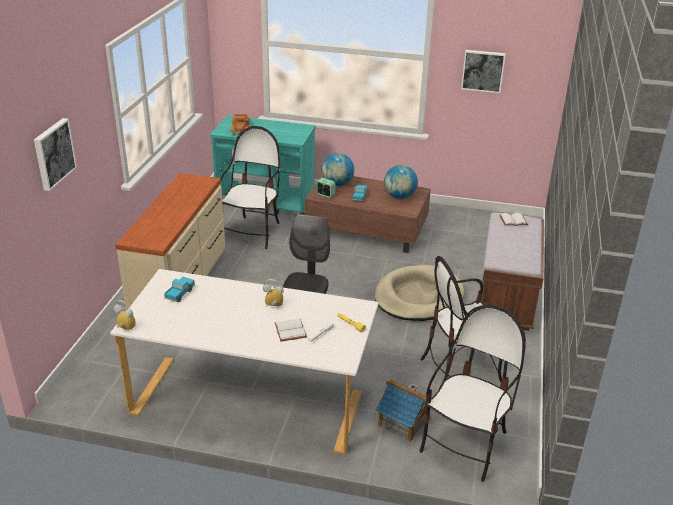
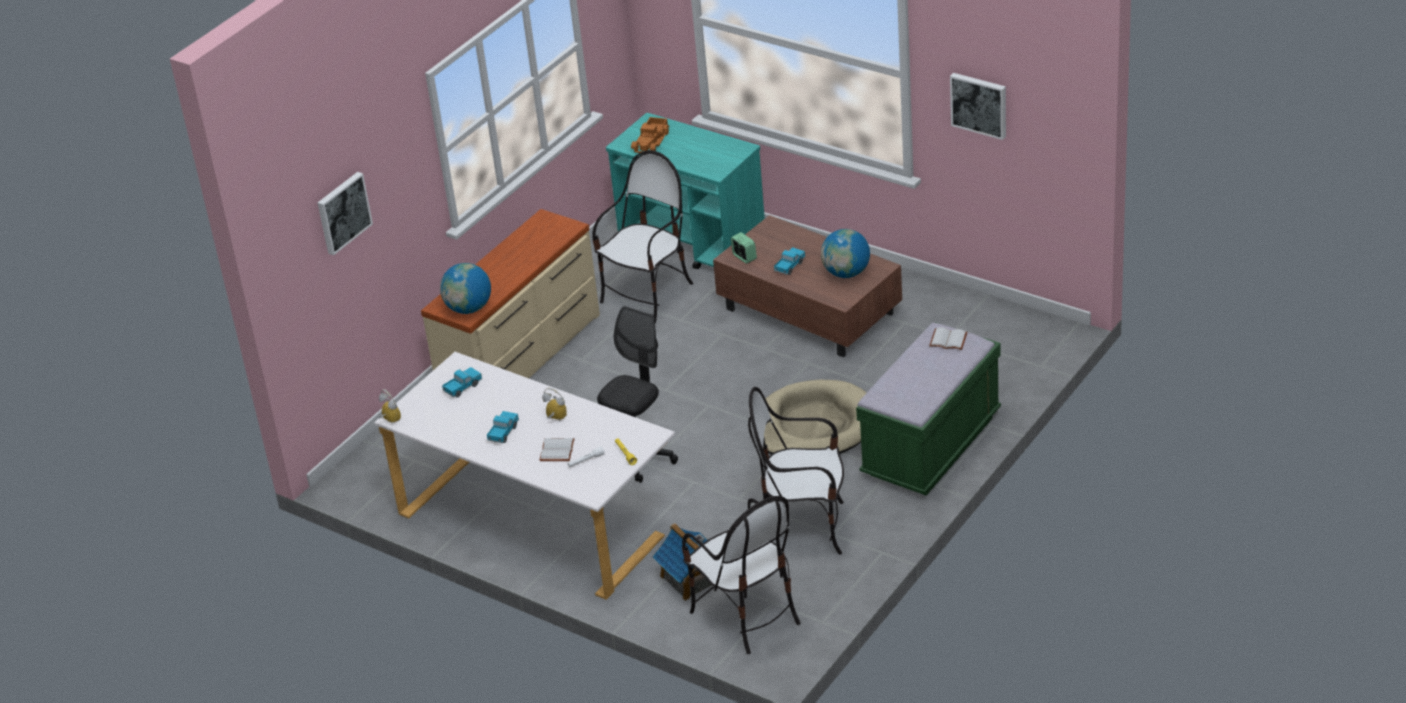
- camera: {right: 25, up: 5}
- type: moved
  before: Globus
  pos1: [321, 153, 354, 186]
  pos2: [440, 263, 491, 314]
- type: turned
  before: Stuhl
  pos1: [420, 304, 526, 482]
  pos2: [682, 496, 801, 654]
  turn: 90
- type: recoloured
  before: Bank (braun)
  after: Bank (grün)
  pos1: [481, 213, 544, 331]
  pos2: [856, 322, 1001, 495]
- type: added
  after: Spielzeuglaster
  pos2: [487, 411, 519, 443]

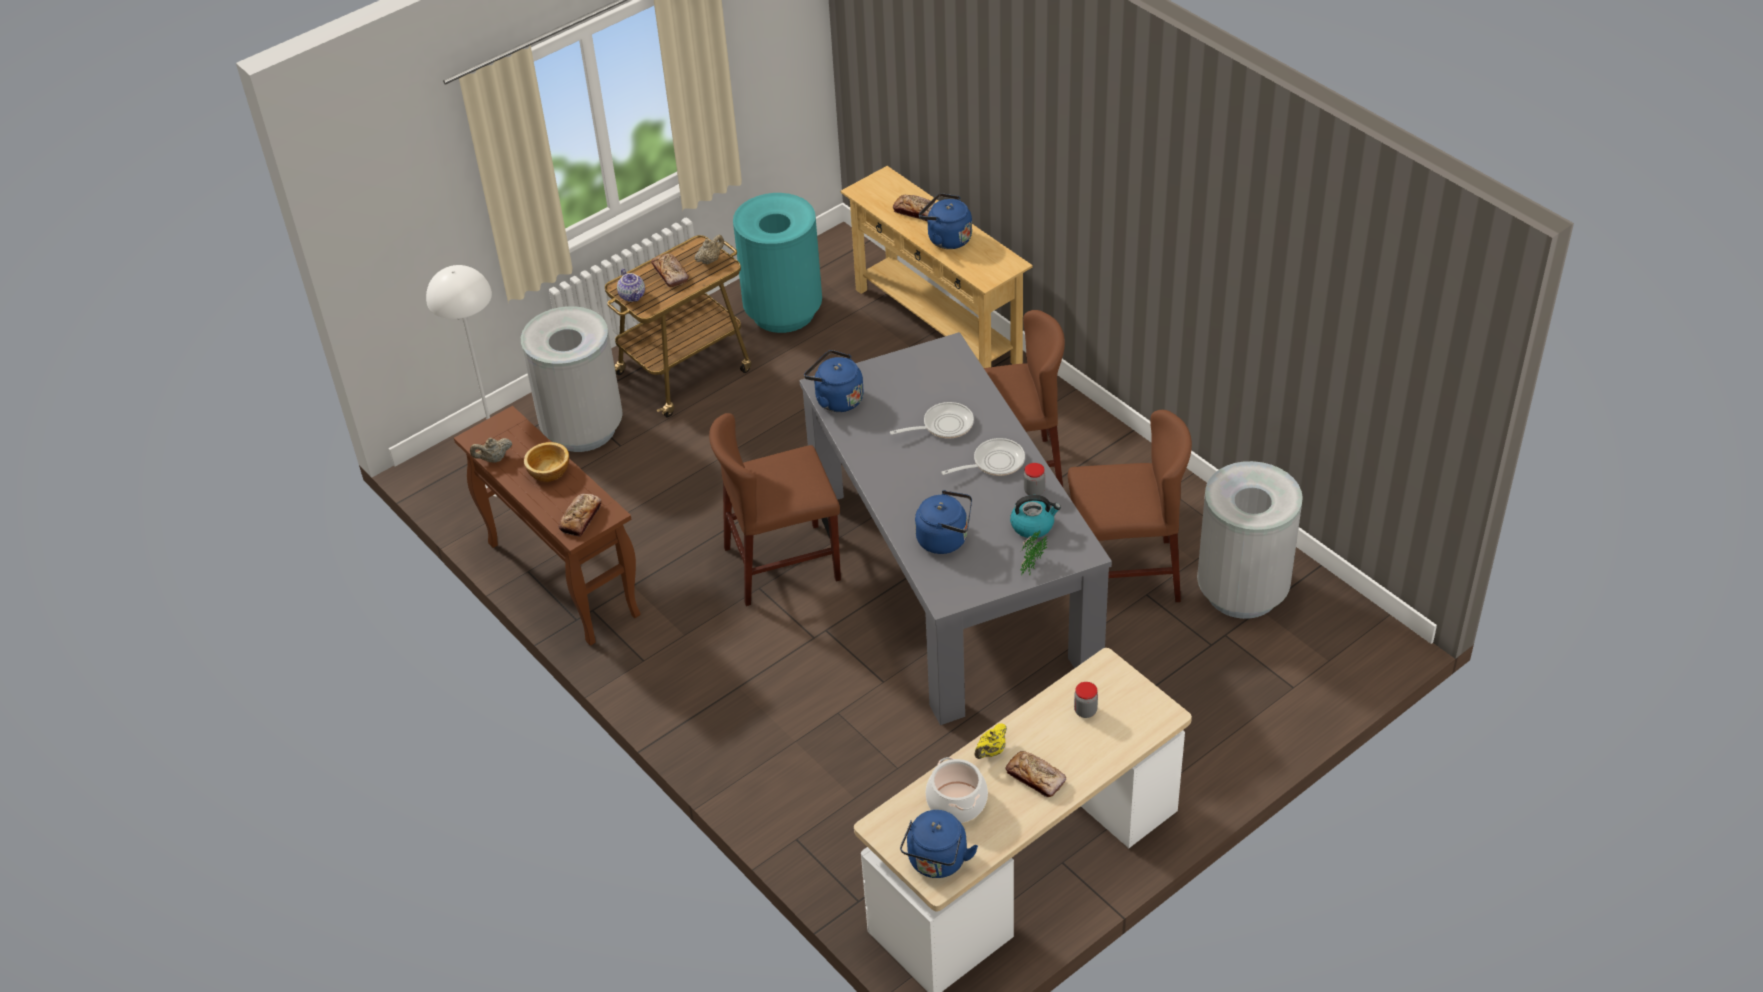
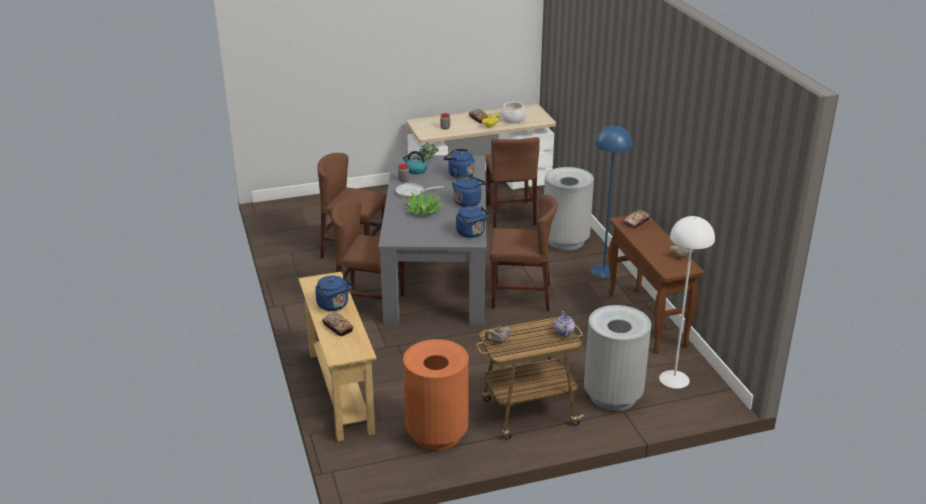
- camera: {right: -160, up: -15}
- type: removed
  before: Schüssel
  pos1: [524, 442, 569, 482]
- type: removed
  before: Brot
  pos1: [651, 253, 689, 288]
- type: recoloured
  before: Mülleimer (türkis)
  after: Mülleimer (orange)
  pos1: [733, 193, 822, 333]
  pos2: [403, 339, 469, 450]
- type: replaced
  before: Pfanne
  after: Topfpflanze
  pos1: [890, 402, 974, 439]
  pos2: [405, 191, 444, 216]
- type: moved
  before: Wasserkessel (blau)
  pos1: [900, 810, 978, 878]
  pos2: [452, 175, 486, 207]
- type: moved
  before: Mülleimer (grau)
  pos1: [1197, 461, 1303, 619]
  pos2: [544, 167, 594, 250]
- type: added
  after: Stuhl (braun)
  pos2: [485, 137, 540, 228]
- type: added
  after: Stehlampe (blau)
  pos2: [591, 126, 633, 278]

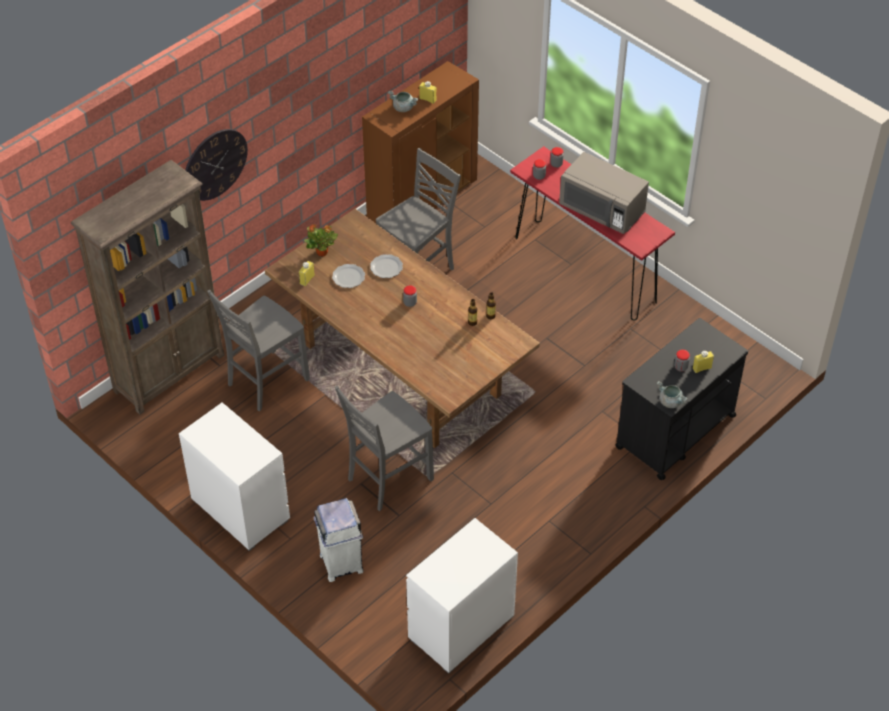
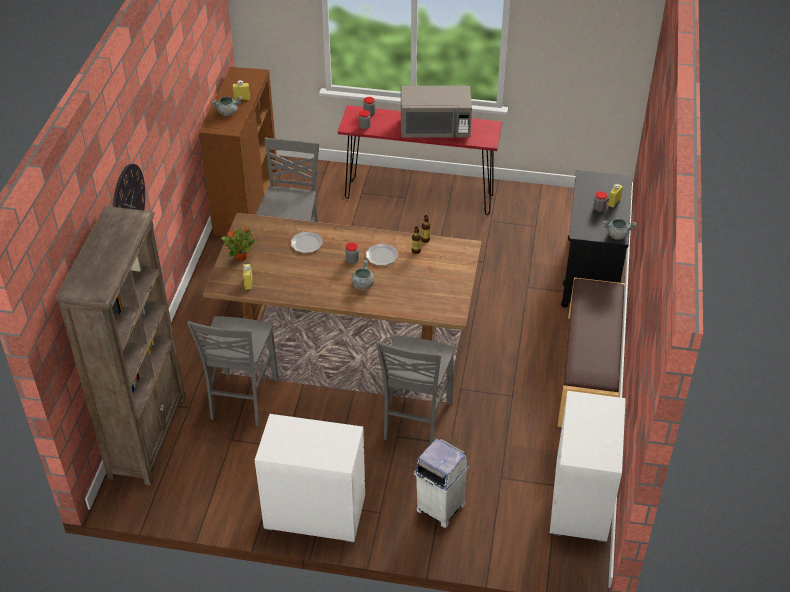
- camera: {right: -35, up: -5}
- type: moved
  before: Teller
  pos1: [332, 264, 365, 288]
  pos2: [366, 244, 398, 266]
- type: added
  after: Kochtopf (grau)
  pos2: [351, 260, 374, 289]
- type: added
  after: Bank (braun)
  pos2: [557, 277, 625, 427]

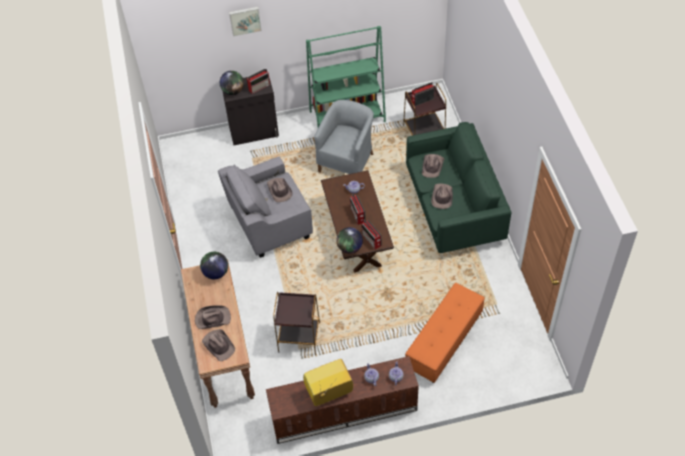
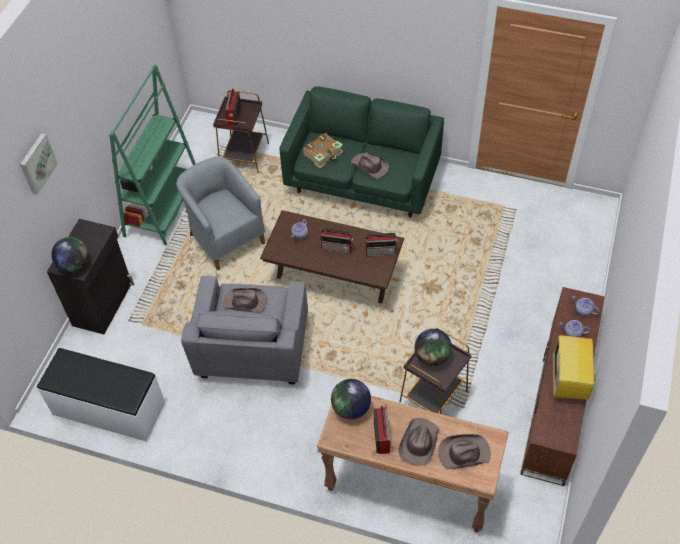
- camera: {right: -60, up: 0}
- type: moved
  before: Radio
  pos1: [247, 69, 270, 94]
  pos2: [374, 405, 390, 454]
- type: moved
  before: Globus
  pos1: [336, 227, 363, 254]
  pos2: [415, 329, 452, 366]
- type: removed
  before: Polsterhocker (orange)
  pos1: [405, 283, 485, 383]
- type: replaced
  before: Hut (braun)
  after: Buch
  pos1: [422, 154, 444, 178]
  pos2: [303, 133, 343, 169]
- type: added
  after: Bank (weiß)
  pos2: [37, 348, 165, 442]

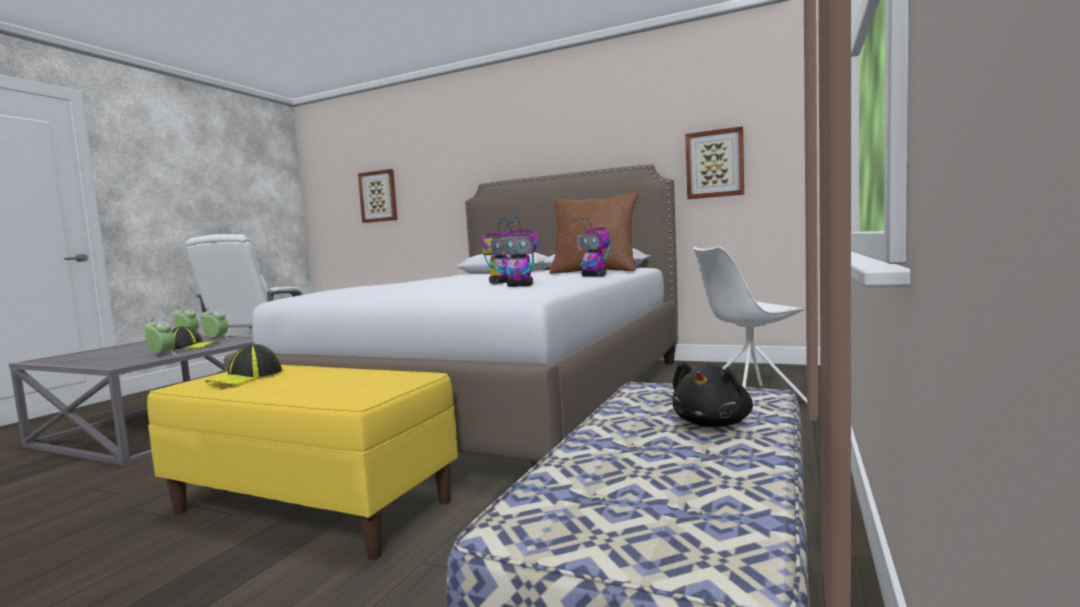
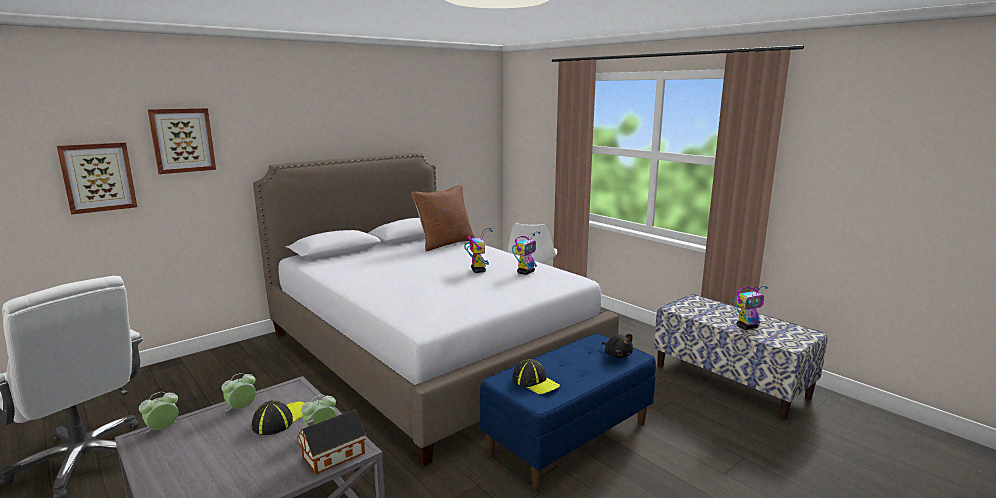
- camera: {right: -65, up: 10}
- type: recoloured
  before: Bank (gelb)
  after: Bank (blau)
  pos1: [147, 365, 458, 560]
  pos2: [480, 333, 656, 490]
- type: moved
  before: Spielzeugroboter
  pos1: [572, 217, 610, 277]
  pos2: [734, 286, 768, 330]
- type: moved
  before: Plüschtier (schwarz)
  pos1: [672, 362, 753, 427]
  pos2: [601, 334, 633, 358]
- type: moved
  before: Bild
  pos1: [685, 126, 744, 199]
  pos2: [148, 108, 216, 174]
- type: added
  after: Spielzeughaus
  pos2: [297, 409, 366, 474]

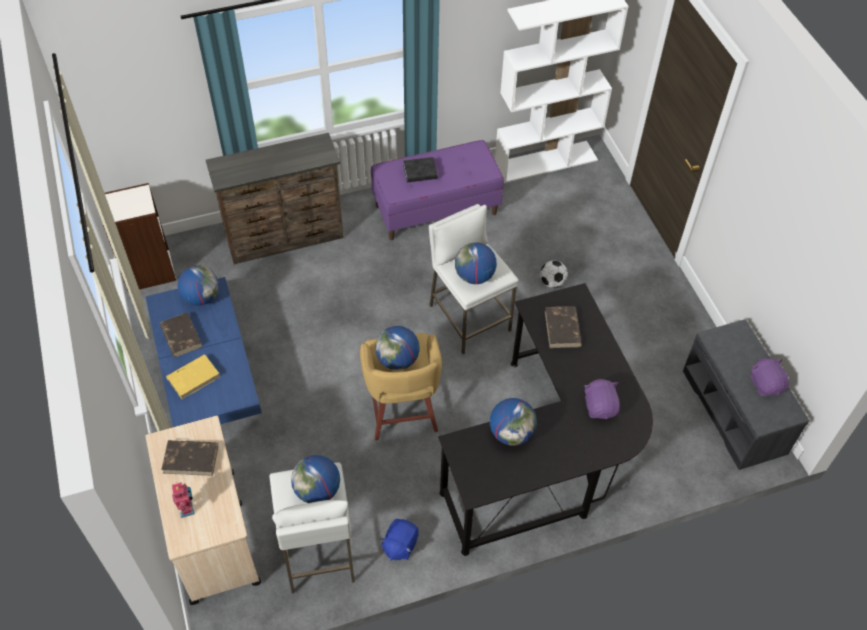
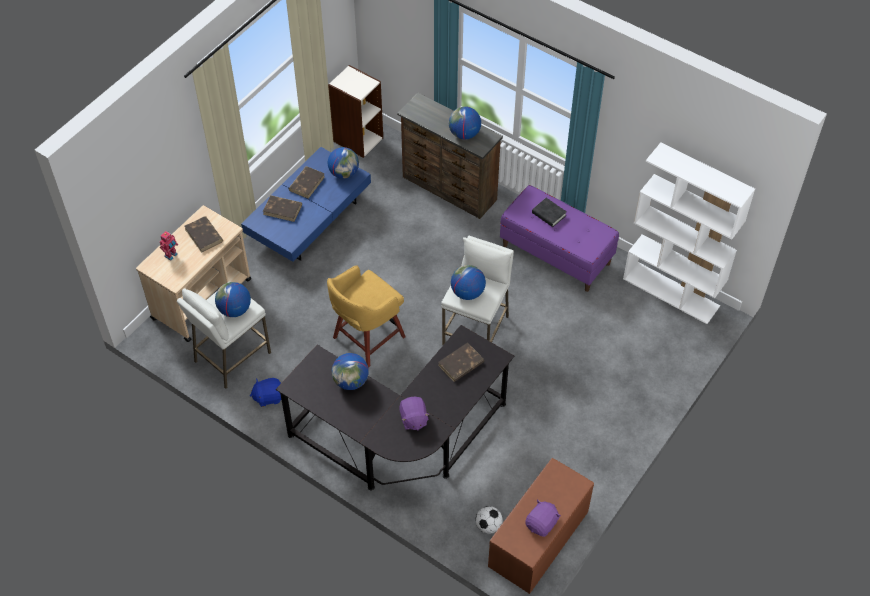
- camera: {right: 55, up: 0}
- type: recoloured
  before: Buch (gelb)
  after: Buch (braun)
  pos1: [166, 354, 220, 399]
  pos2: [263, 195, 302, 222]
- type: moved
  before: Globus
  pos1: [375, 326, 420, 370]
  pos2: [449, 106, 481, 140]
- type: moved
  before: Fußball
  pos1: [540, 260, 568, 288]
  pos2: [476, 506, 503, 534]
- type: turned
  before: Plüschtier (lila)
  pos1: [584, 379, 620, 419]
  pos2: [399, 397, 430, 431]
  turn: 120
- type: recoloured
  before: Bank (grau)
  after: Bank (braun)
  pos1: [683, 319, 809, 470]
  pos2: [488, 458, 594, 594]

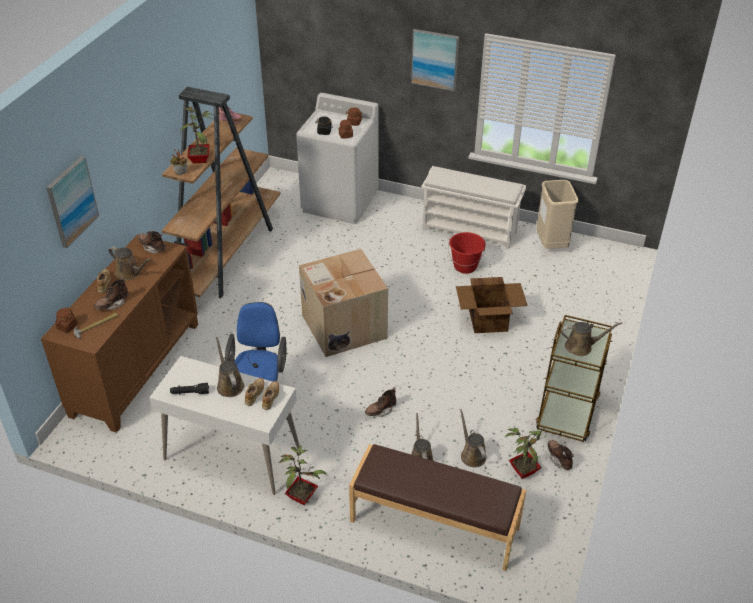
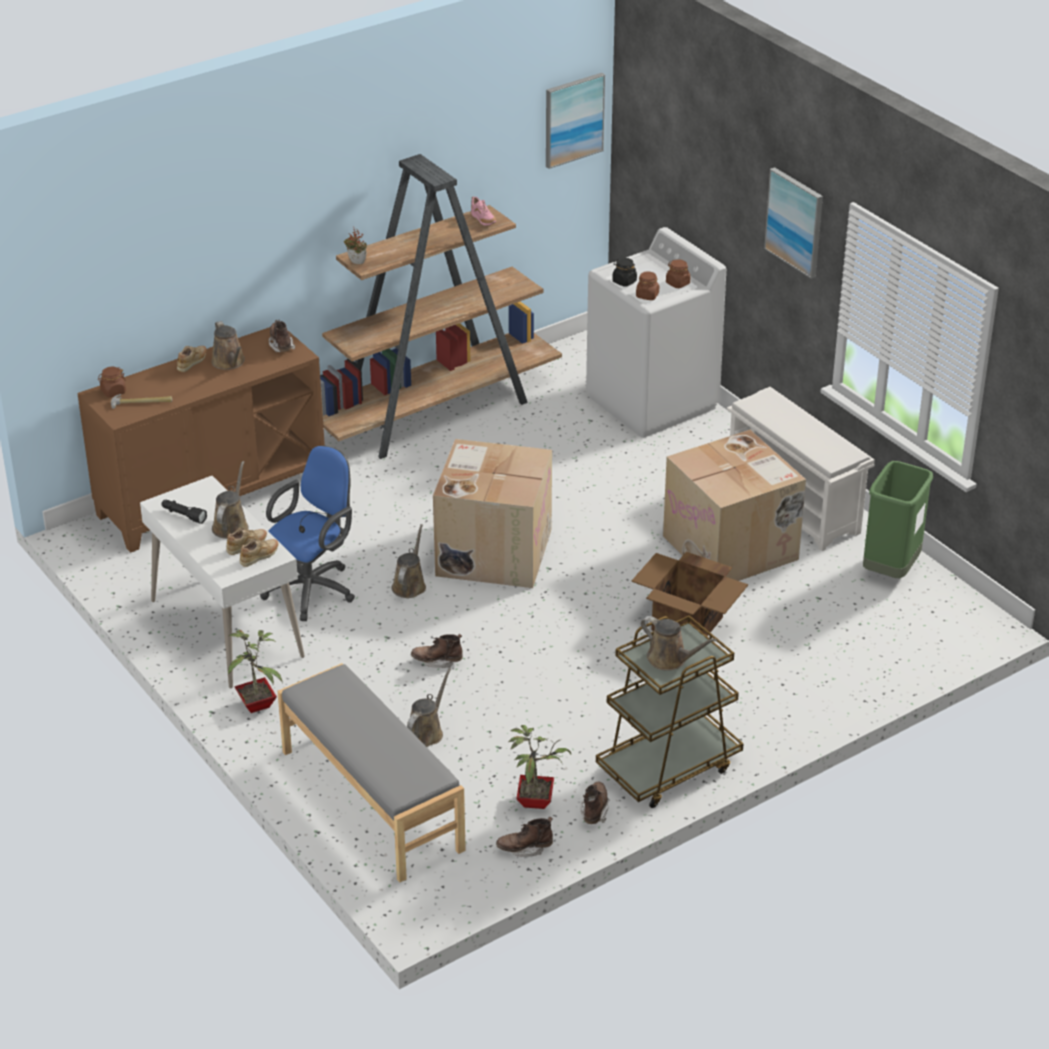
- camera: {right: 35, up: -5}
- type: moved
  before: Bild
  pos1: [46, 156, 99, 248]
  pos2: [546, 73, 605, 169]
- type: moved
  before: Stiefel (braun)
  pos1: [94, 277, 129, 310]
  pos2: [496, 817, 553, 857]
- type: removed
  before: Topfpflanze
  pos1: [180, 107, 213, 163]
- type: recoloured
  before: Bank (braun)
  after: Bank (grau)
  pos1: [349, 444, 526, 571]
  pos2: [278, 663, 466, 882]
- type: replaced
  before: Eimer (rot)
  after: Karton
  pos1: [448, 232, 486, 274]
  pos2: [663, 430, 806, 581]
- type: moved
  before: Gießkanne (braun)
  pos1: [460, 409, 486, 467]
  pos2: [392, 524, 426, 598]
- type: recoloured
  before: Mülleimer (beige)
  after: Mülleimer (grün)
  pos1: [536, 180, 578, 249]
  pos2: [863, 461, 933, 578]

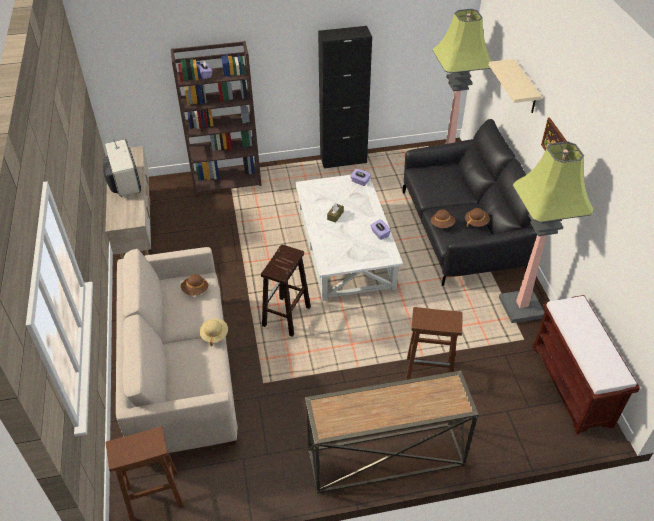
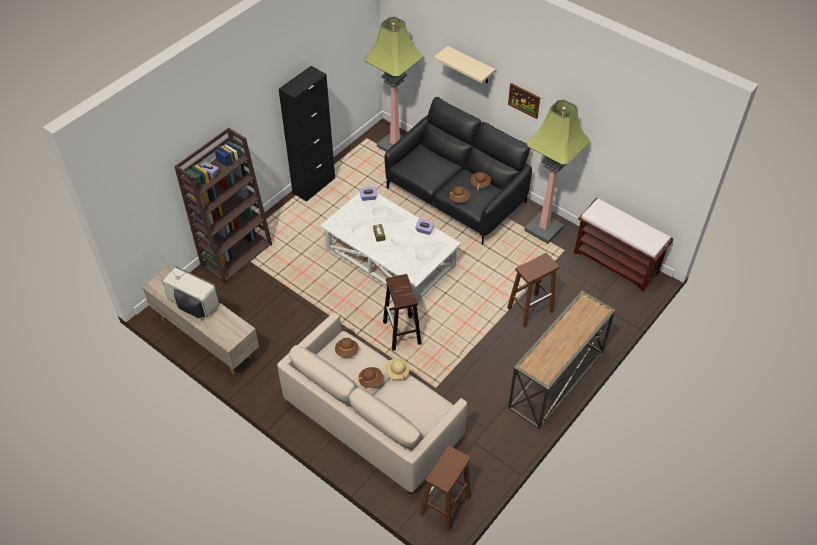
- camera: {right: -40, up: 5}
- type: added
  after: Hut (braun)
  pos2: [358, 367, 383, 388]

